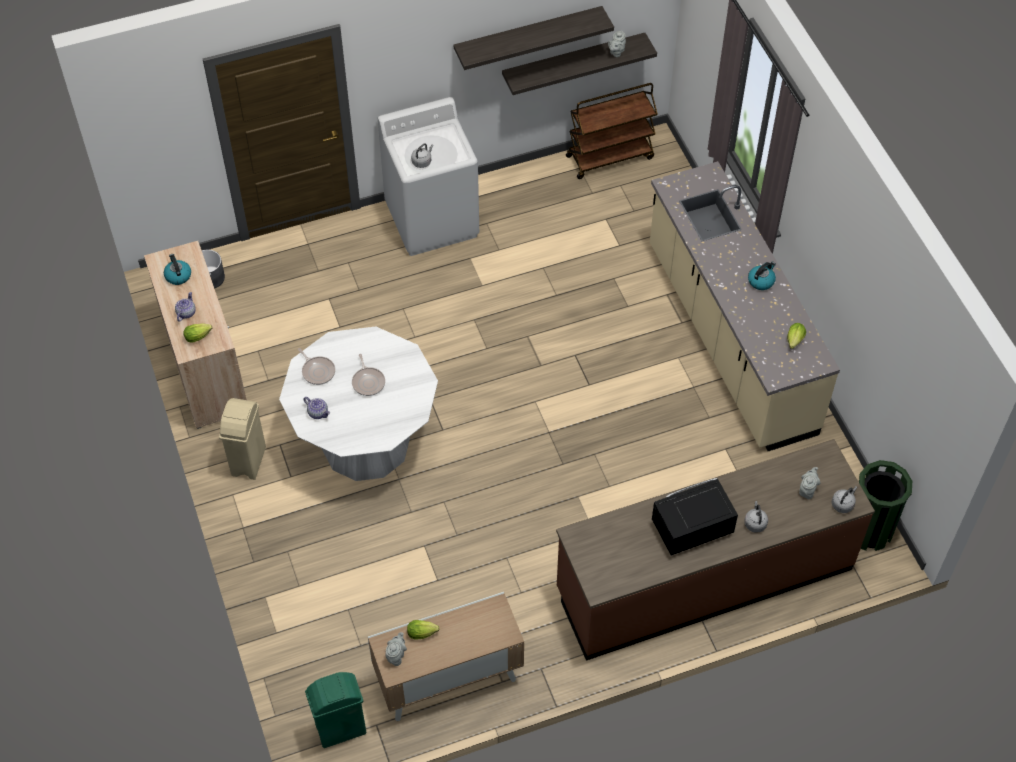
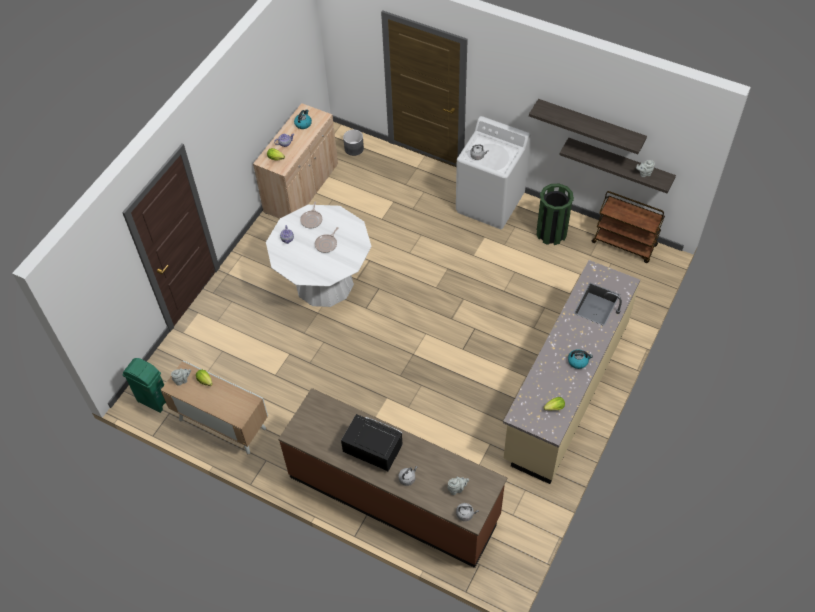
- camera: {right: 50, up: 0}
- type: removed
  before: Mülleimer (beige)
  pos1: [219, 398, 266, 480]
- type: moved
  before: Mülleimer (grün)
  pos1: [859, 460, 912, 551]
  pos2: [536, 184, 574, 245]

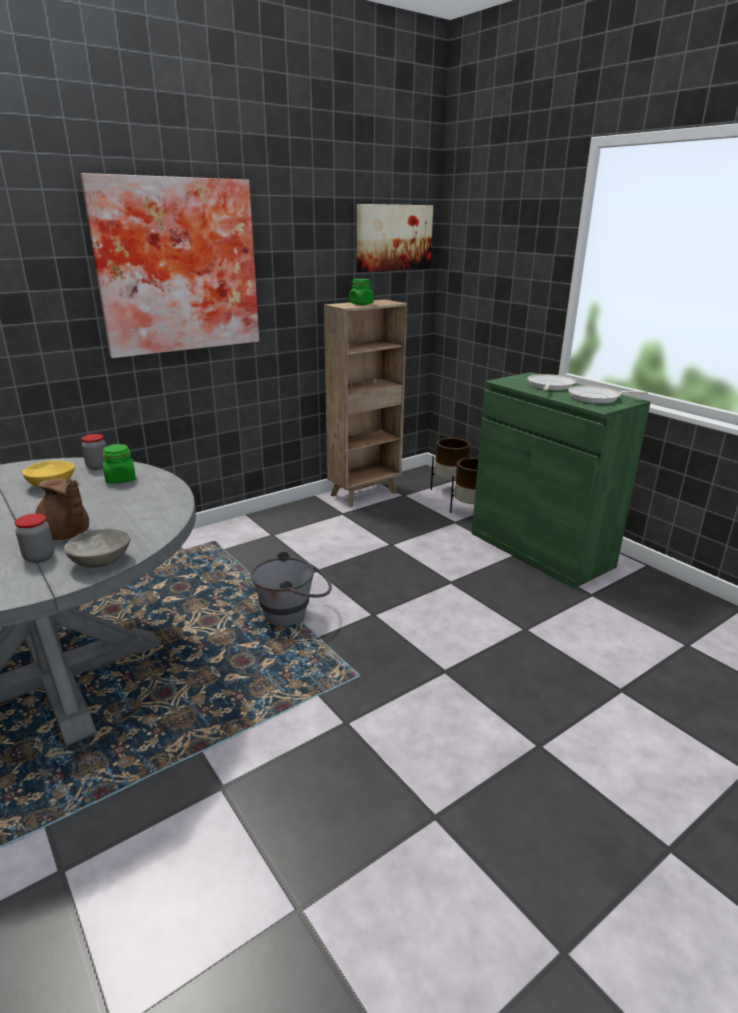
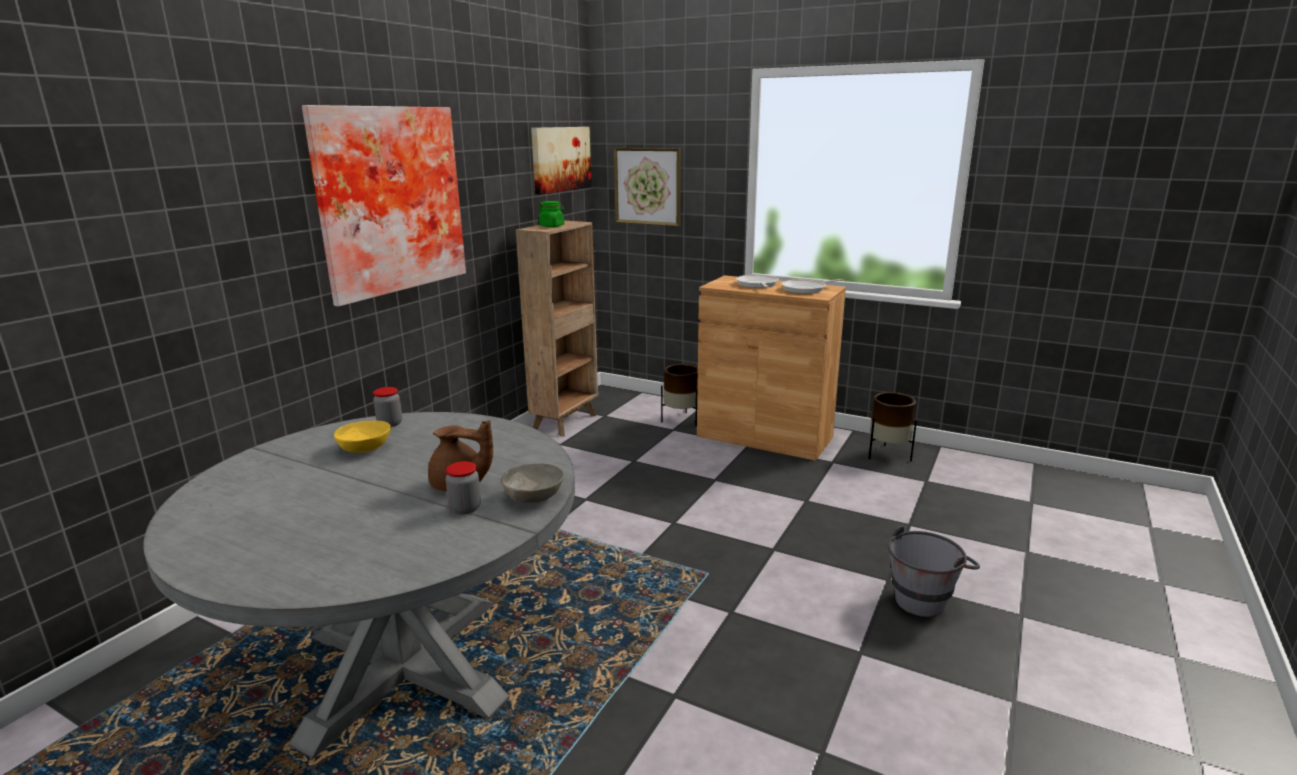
- camera: {right: -25, up: -5}
- type: removed
  before: Vorratsglas (grün)
  pos1: [102, 444, 136, 484]
- type: moved
  before: Eimer (grau)
  pos1: [250, 551, 332, 626]
  pos2: [888, 526, 980, 617]
- type: moved
  before: Pflanzkübel (braun)
  pos1: [431, 438, 471, 490]
  pos2: [869, 392, 917, 462]
- type: recoloured
  before: Schrank (grün)
  after: Schrank (braun)
  pos1: [472, 372, 651, 588]
  pos2: [697, 275, 846, 461]
- type: added
  after: Bild
  pos2: [614, 148, 681, 226]

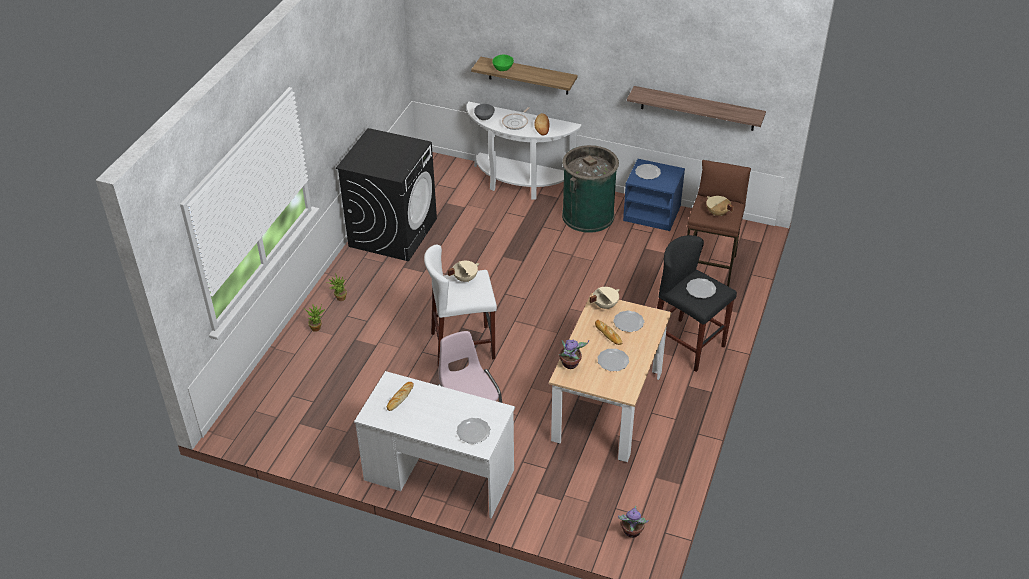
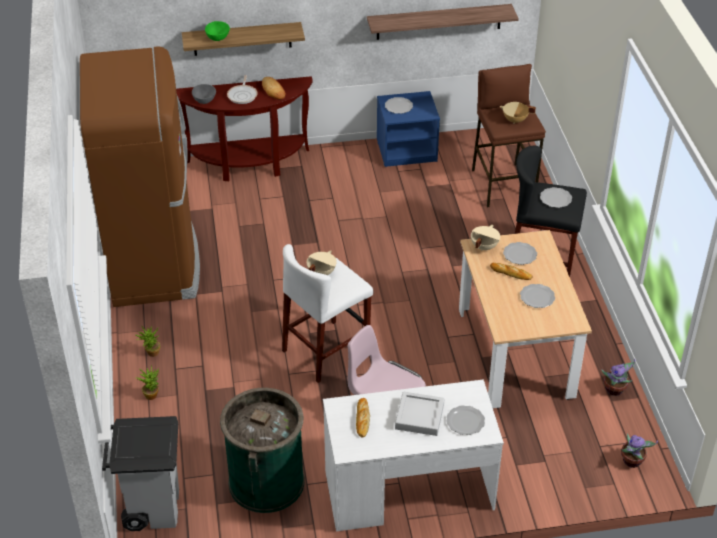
- camera: {right: -30, up: 0}
- type: replaced
  before: Waschmaschine (schwarz)
  after: Kühlschrank (braun)
  pos1: [336, 128, 437, 261]
  pos2: [80, 46, 200, 307]
- type: recoloured
  before: Konsolentisch (weiß)
  after: Konsolentisch (braun)
  pos1: [467, 102, 582, 200]
  pos2: [176, 76, 313, 181]
- type: moved
  before: Topfpflanze
  pos1: [559, 339, 589, 369]
  pos2: [601, 359, 635, 396]
- type: moved
  before: Mülleimer (grün)
  pos1: [562, 145, 619, 233]
  pos2: [220, 388, 304, 513]
- type: added
  after: Mülleimer (grau)
  pos2: [102, 416, 179, 531]
- type: added
  after: Tablett (grau)
  pos2: [395, 392, 444, 436]

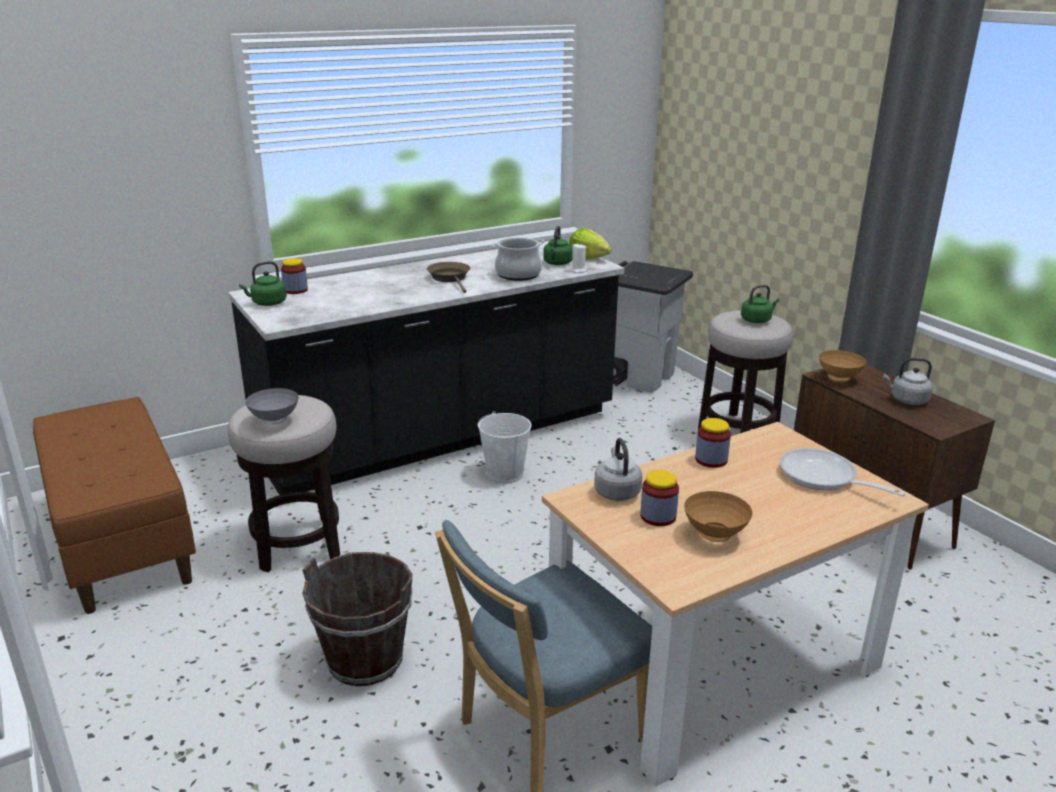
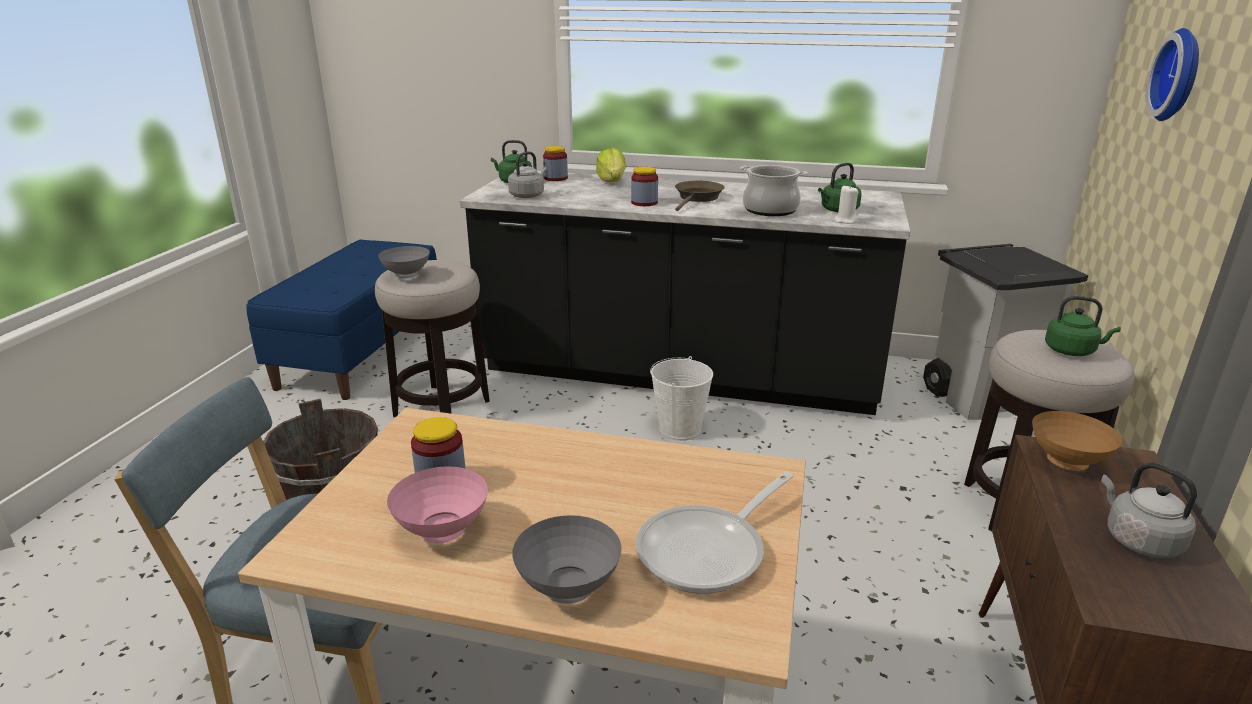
- camera: {right: 45, up: 0}
- type: recoloured
  before: Bank (braun)
  after: Bank (blau)
  pos1: [33, 397, 196, 614]
  pos2: [246, 240, 437, 400]
- type: moved
  before: Salatkopf
  pos1: [569, 228, 612, 259]
  pos2: [596, 147, 626, 182]
- type: moved
  before: Wasserkessel (grau)
  pos1: [594, 438, 642, 501]
  pos2: [508, 151, 547, 198]
- type: recoloured
  before: Schüssel (braun)
  after: Schüssel (rosa)
  pos1: [684, 491, 752, 542]
  pos2: [387, 466, 488, 543]
- type: moved
  before: Vorratsglas
  pos1: [695, 418, 731, 468]
  pos2: [631, 167, 658, 206]
- type: turned
  before: Pfanne
  pos1: [779, 448, 906, 496]
  pos2: [636, 472, 793, 594]
  turn: -135
- type: added
  after: Schüssel (grau)
  pos2: [512, 515, 622, 604]
- type: added
  after: Wanduhr
  pos2: [1146, 28, 1199, 121]

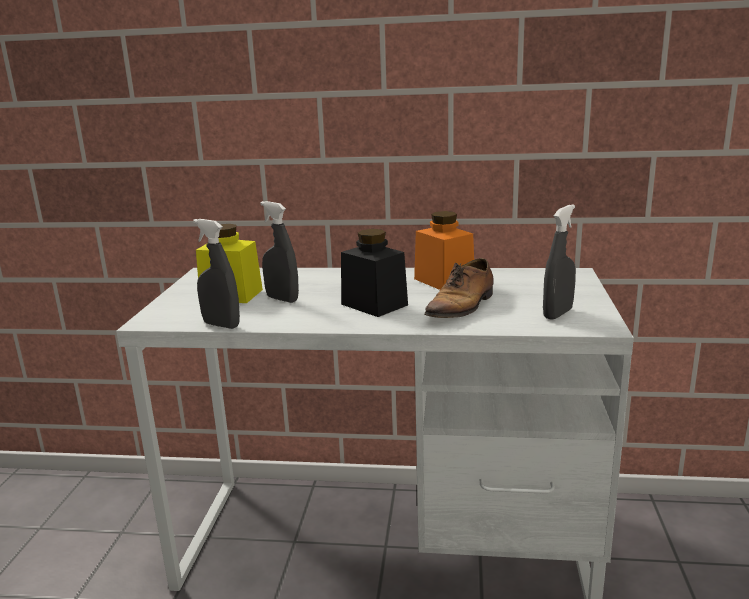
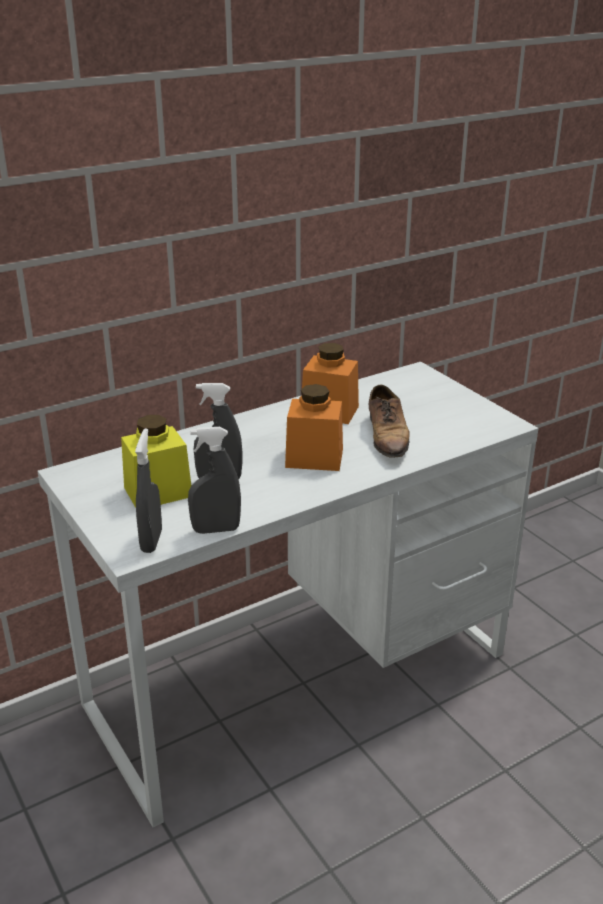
- camera: {right: -40, up: 10}
- type: recoloured
  before: Vorratsglas (schwarz)
  after: Vorratsglas (orange)
  pos1: [341, 229, 408, 317]
  pos2: [285, 384, 343, 471]
- type: moved
  before: Sprühflasche (grau)
  pos1: [543, 204, 576, 320]
  pos2: [135, 428, 162, 553]

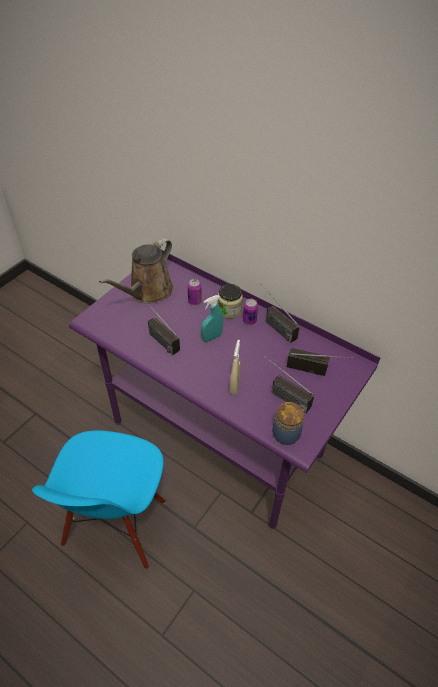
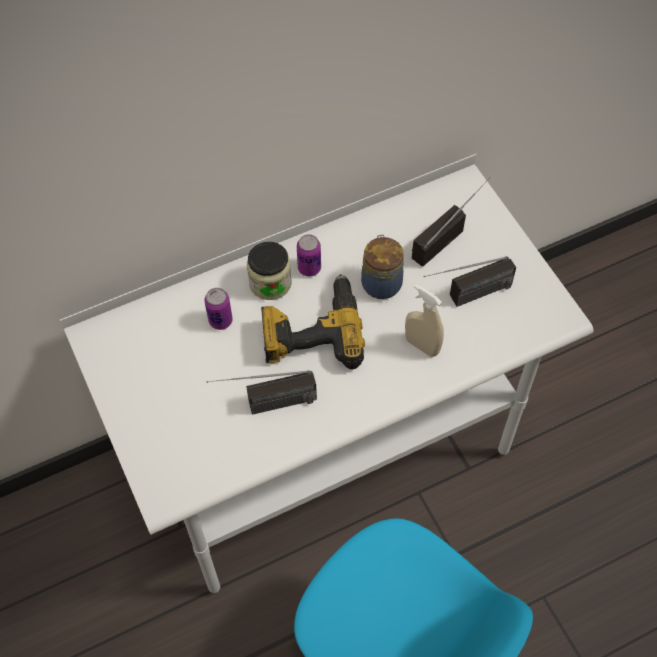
- camera: {right: -60, up: 10}
- type: recoloured
  before: Schreibtisch (lila)
  after: Schreibtisch (weiß)
  pos1: [69, 250, 380, 529]
  pos2: [60, 154, 594, 593]
- type: removed
  before: Gießkanne (braun)
  pos1: [99, 238, 174, 304]
- type: replaced
  before: Sprühflasche (türkis)
  after: Bohrmaschine
  pos1: [201, 295, 223, 342]
  pos2: [261, 274, 365, 369]
- type: removed
  before: Radio
  pos1: [260, 283, 300, 343]
- type: moved
  before: Vorratsglas
  pos1: [272, 402, 305, 445]
  pos2: [361, 235, 404, 299]

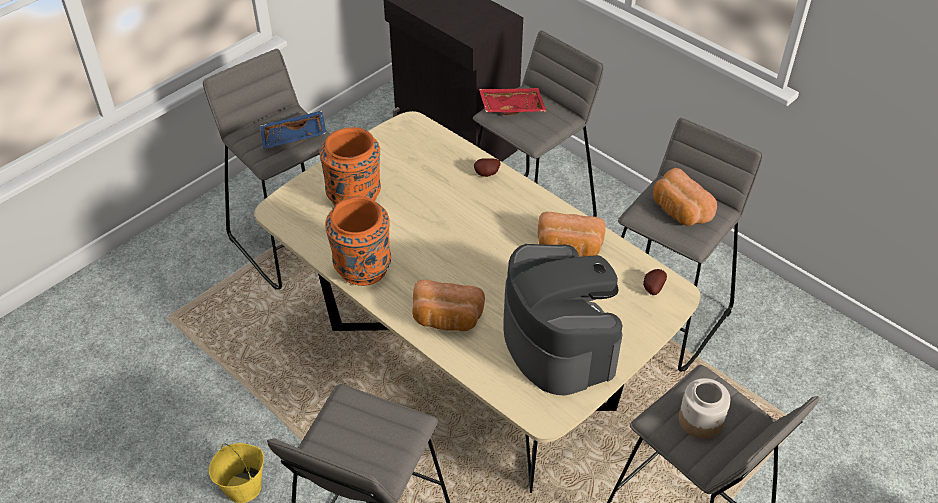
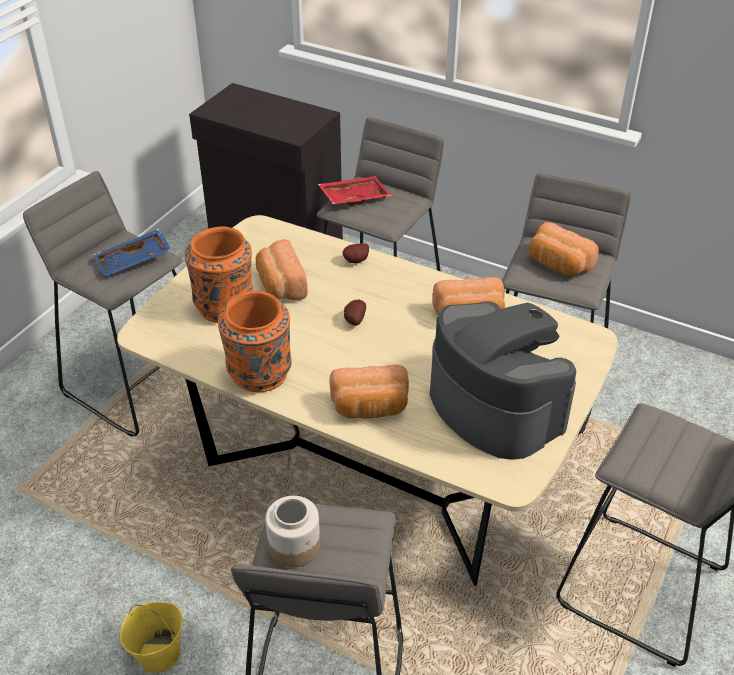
- camera: {right: -15, up: -5}
- type: moved
  before: Kartoffel
  pos1: [643, 269, 667, 295]
  pos2: [344, 300, 366, 326]
- type: moved
  before: Vorratsglas
  pos1: [679, 378, 731, 439]
  pos2: [265, 496, 320, 567]
- type: added
  after: Brot
  pos2: [255, 239, 308, 300]

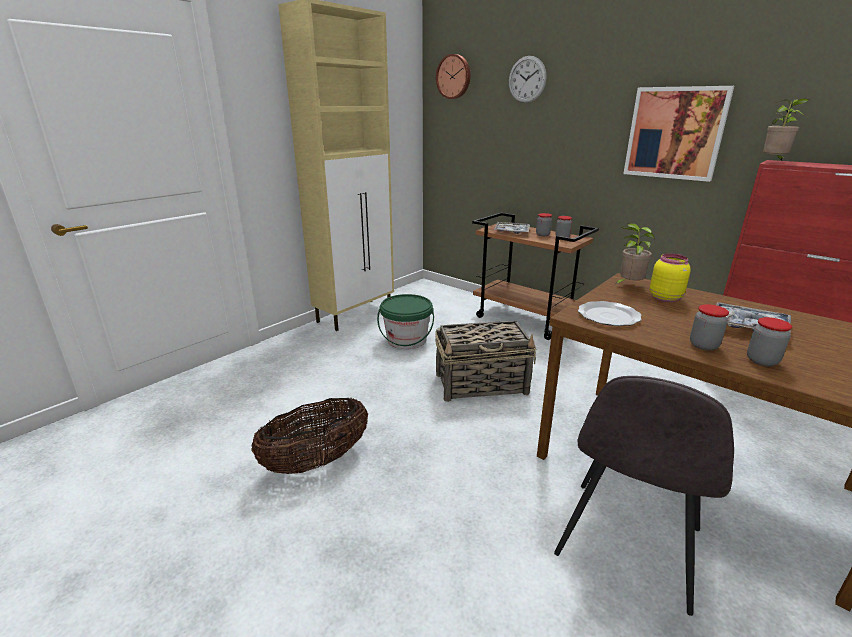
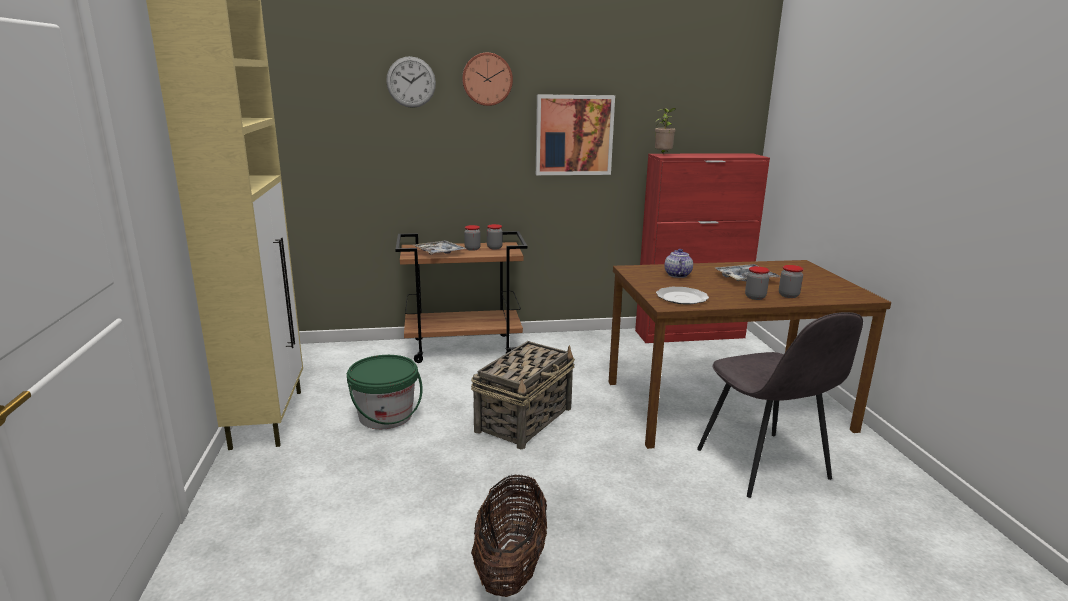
- camera: {right: -50, up: -5}
- type: moved
  before: Wanduhr
  pos1: [436, 54, 471, 99]
  pos2: [462, 53, 513, 106]
- type: removed
  before: Topfpflanze
  pos1: [614, 223, 655, 285]
- type: replaced
  before: Vorratsglas (gelb)
  after: Teekanne
  pos1: [650, 253, 691, 302]
  pos2: [665, 249, 693, 278]

